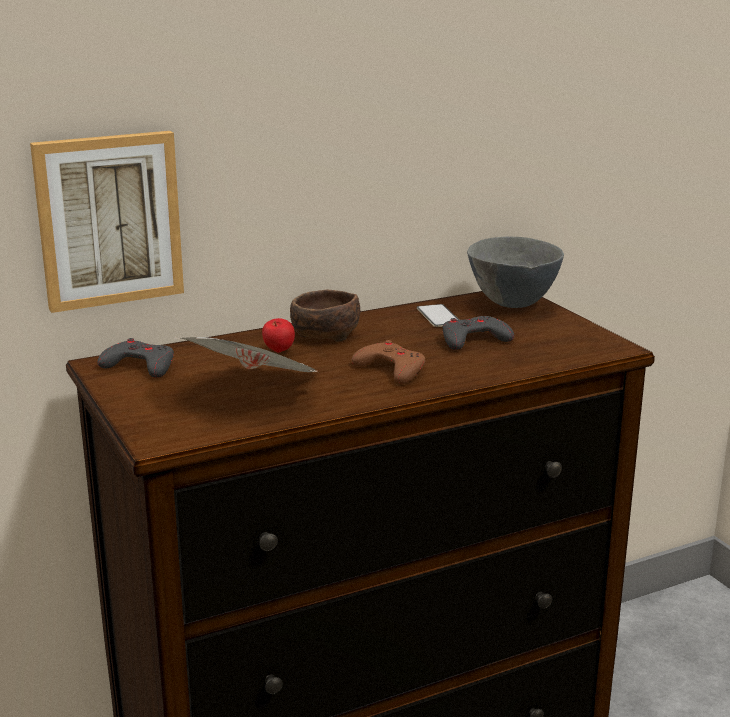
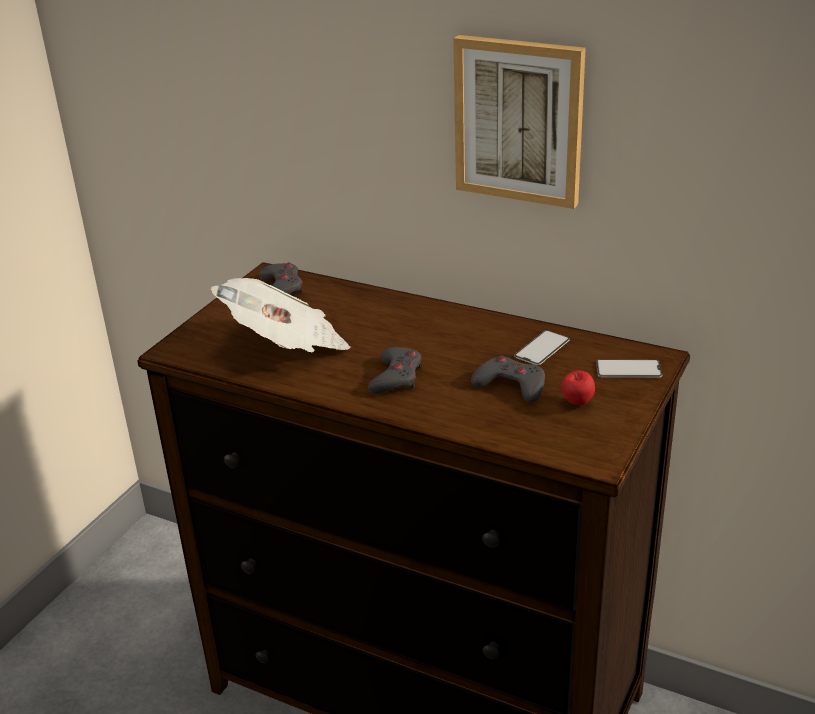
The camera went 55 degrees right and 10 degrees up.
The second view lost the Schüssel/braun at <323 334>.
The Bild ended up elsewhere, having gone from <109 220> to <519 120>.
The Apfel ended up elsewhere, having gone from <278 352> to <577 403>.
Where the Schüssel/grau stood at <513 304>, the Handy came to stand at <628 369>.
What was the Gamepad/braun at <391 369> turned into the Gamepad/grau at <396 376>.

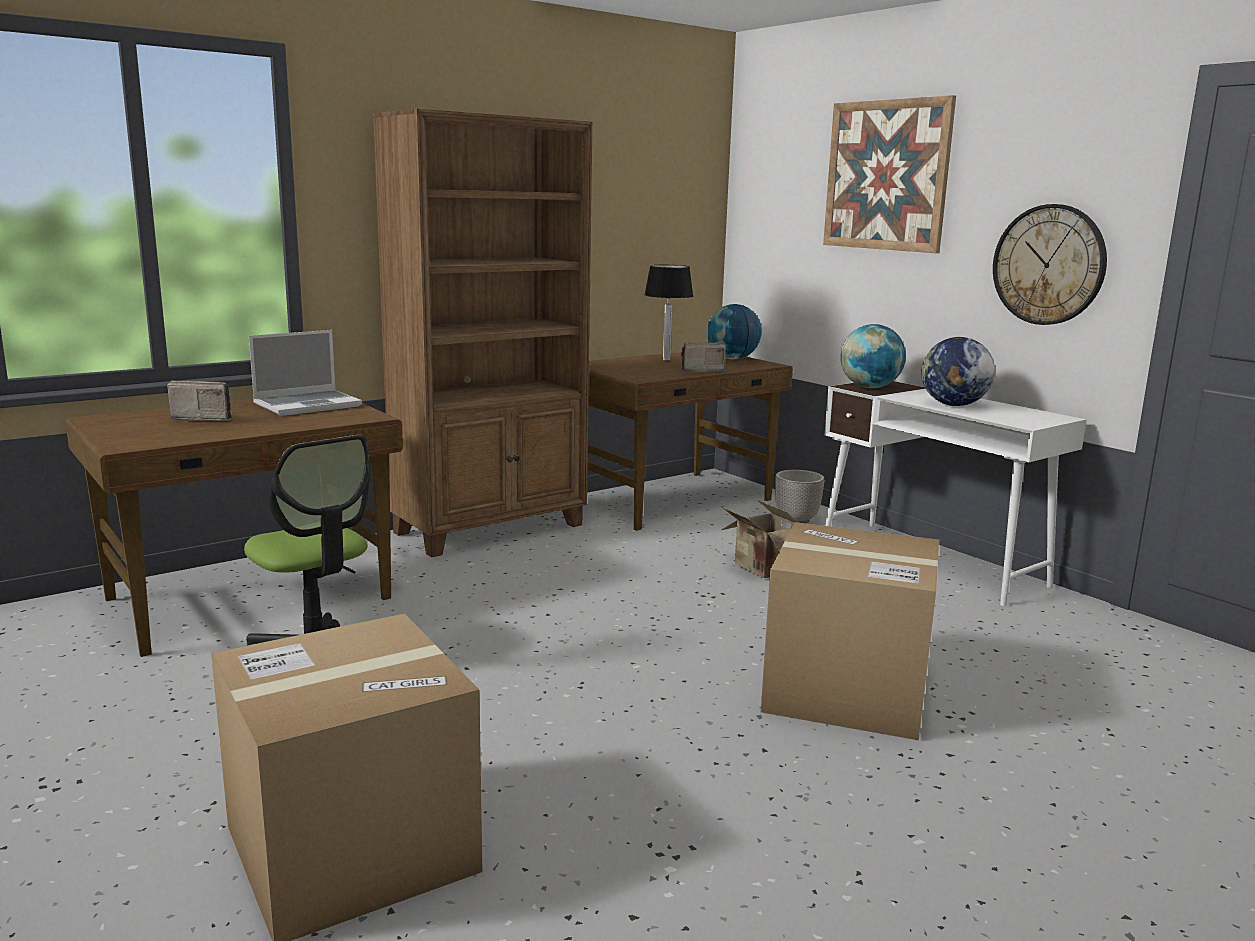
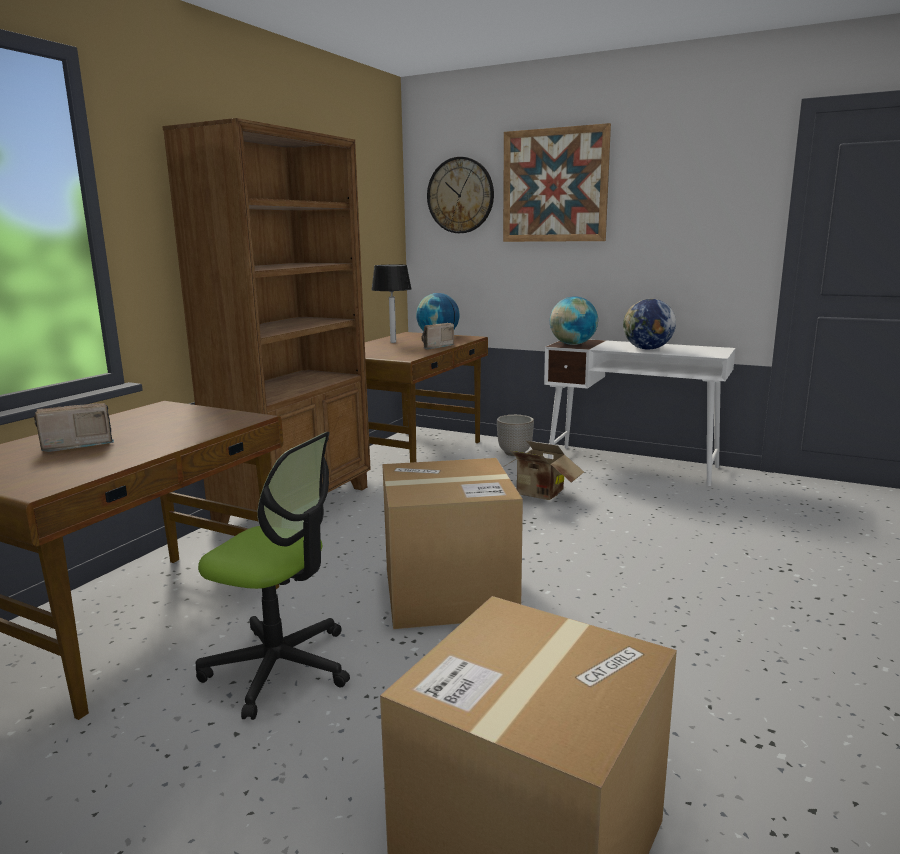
The camera went 25 degrees left and 0 degrees up.
The second view lost the Laptop at <308 405>.
The Karton ended up elsewhere, having gone from <846 690> to <449 592>.
The Wanduhr ended up elsewhere, having gone from <1049 265> to <460 195>.

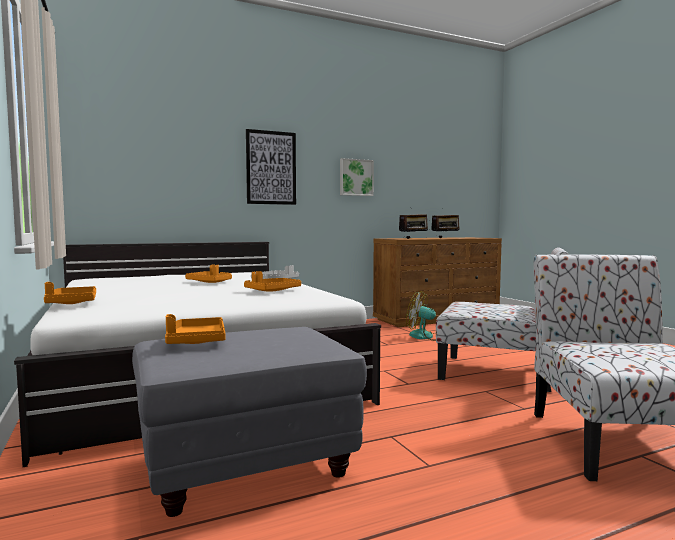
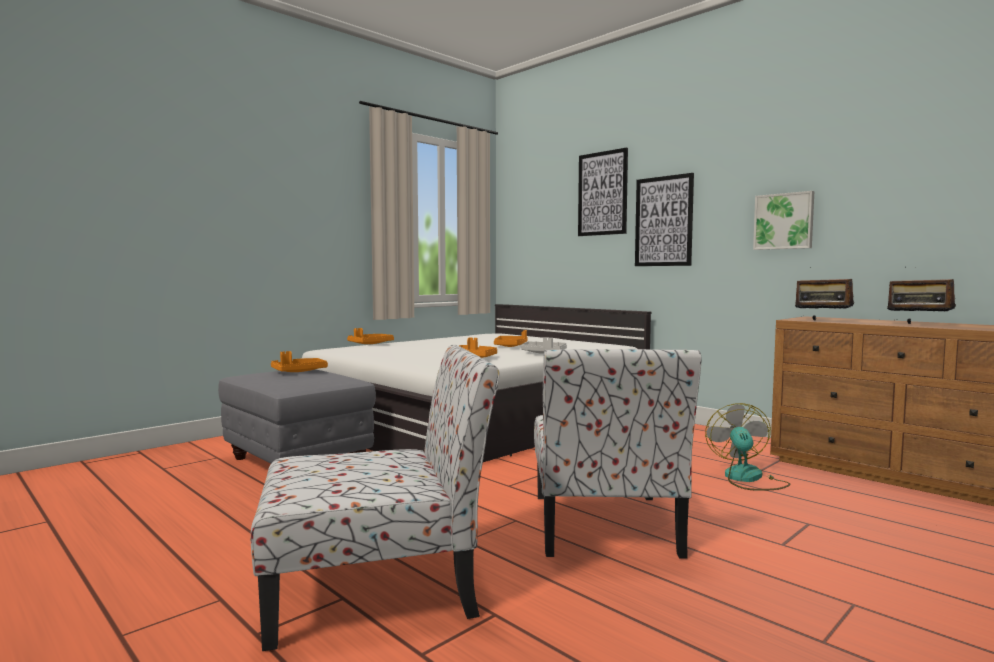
The camera went 70 degrees right and 0 degrees up.
The second view gained the Bild at <602 193>.

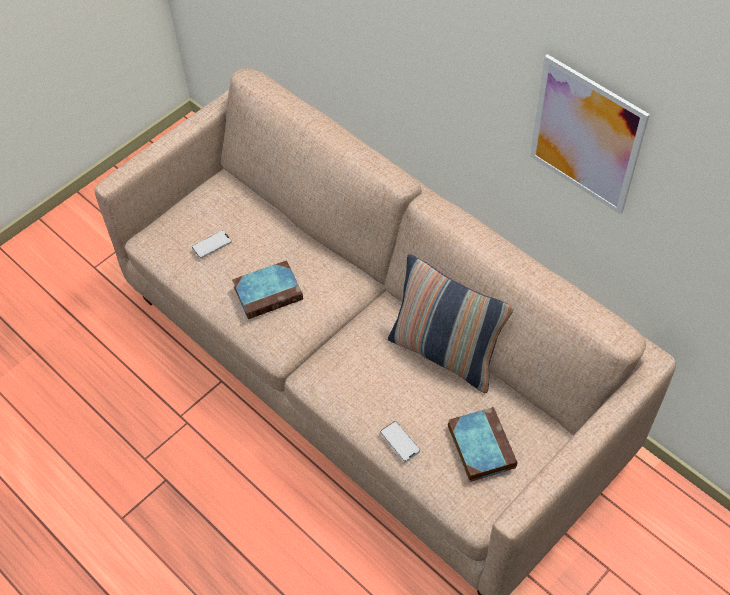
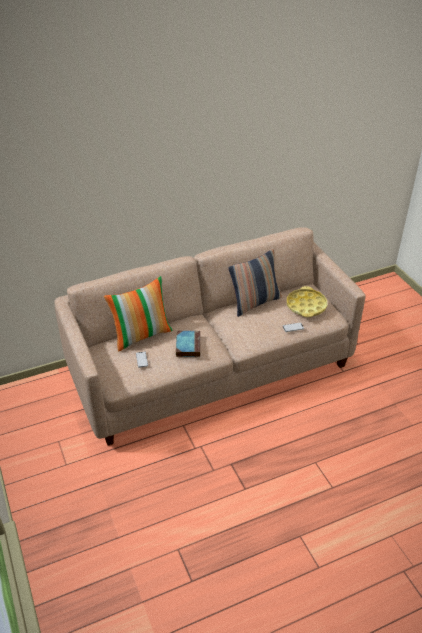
The camera went 70 degrees left and 15 degrees down.
The second view lost the Bild at <586 135>.
The second view gained the Kissen at <141 335>.
Where the Buch stood at <480 445>, the Tablett/gelb came to stand at <306 306>.

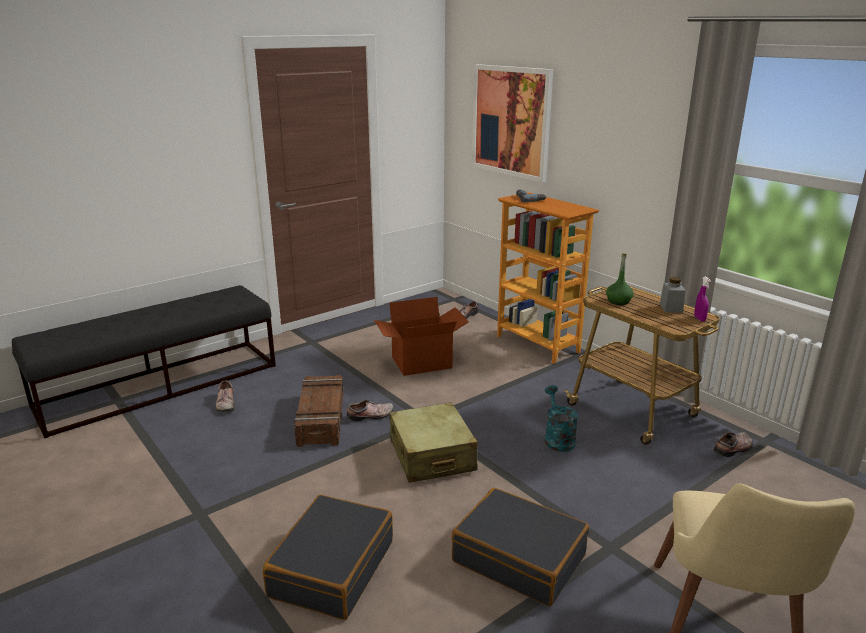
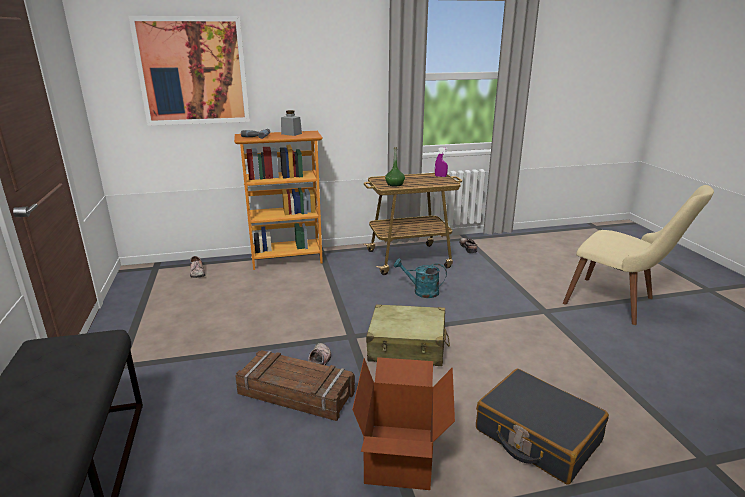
The camera went 65 degrees left and 0 degrees up.
The second view lost the Schuh at <225 403>.
The second view lost the Koffer/schwarz at <519 558>.
The Karton ended up elsewhere, having gone from <422 363> to <401 456>.
The Vorratsglas/grau ended up elsewhere, having gone from <671 308> to <291 134>.

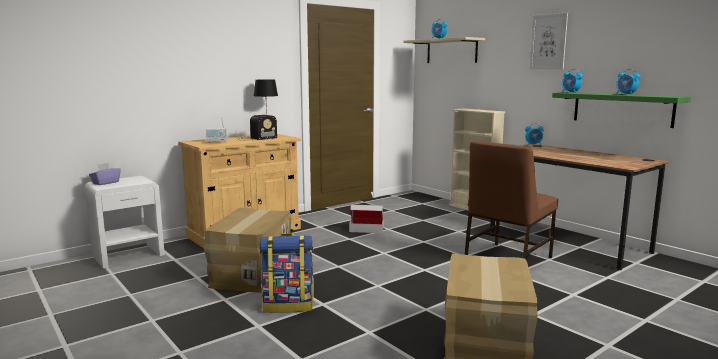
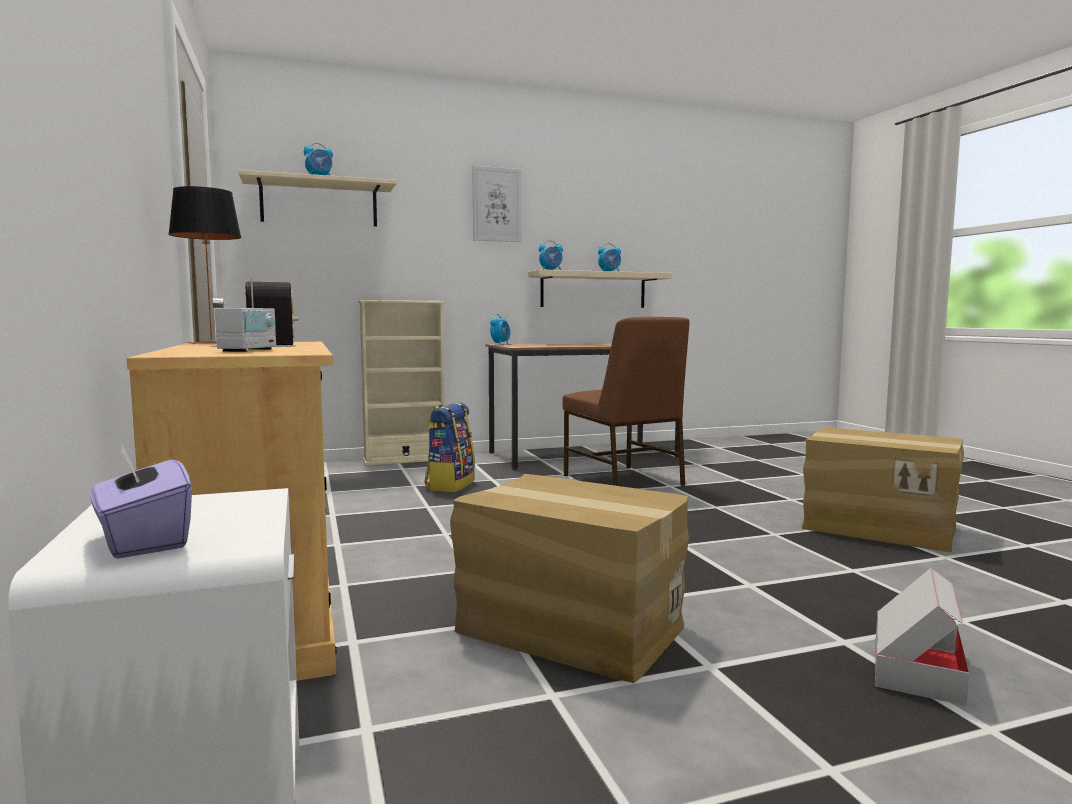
The camera went 70 degrees left and 5 degrees down.
The Rucksack ended up elsewhere, having gone from <288 305> to <450 485>.
The Karton ended up elsewhere, having gone from <367 229> to <916 668>.
What was the Wandregal/grün at <622 109> turned into the Wandregal/beige at <593 290>.

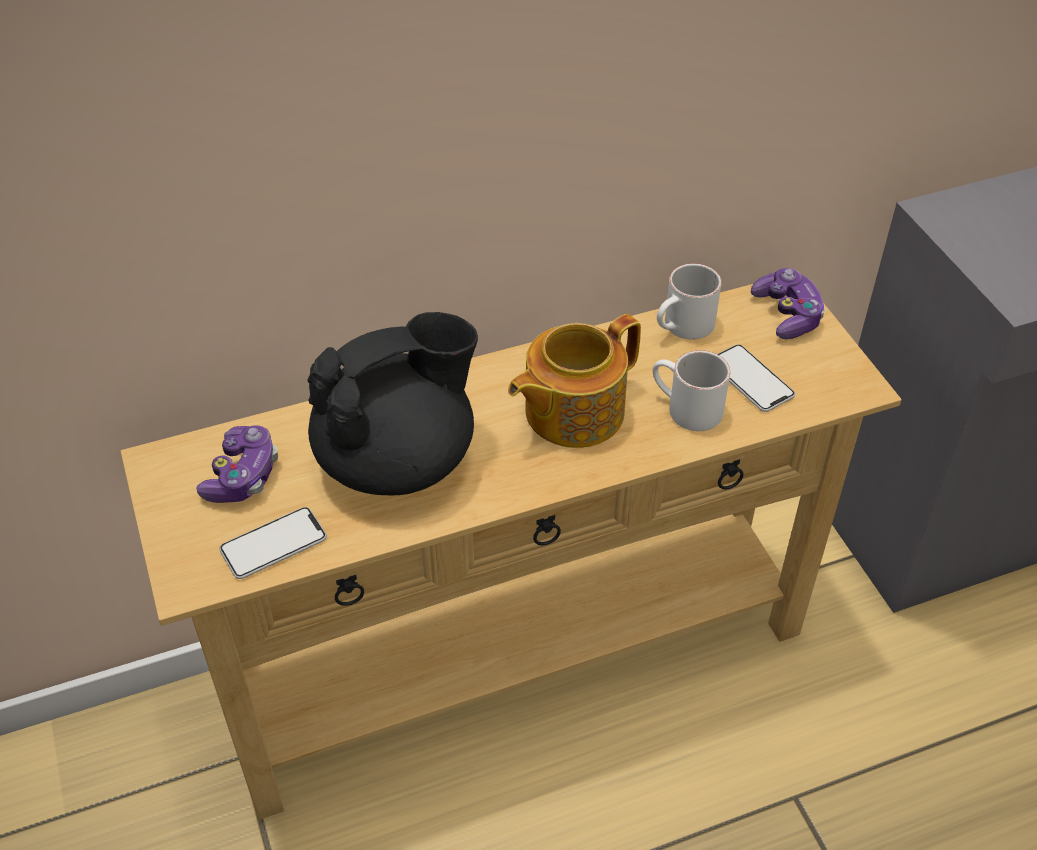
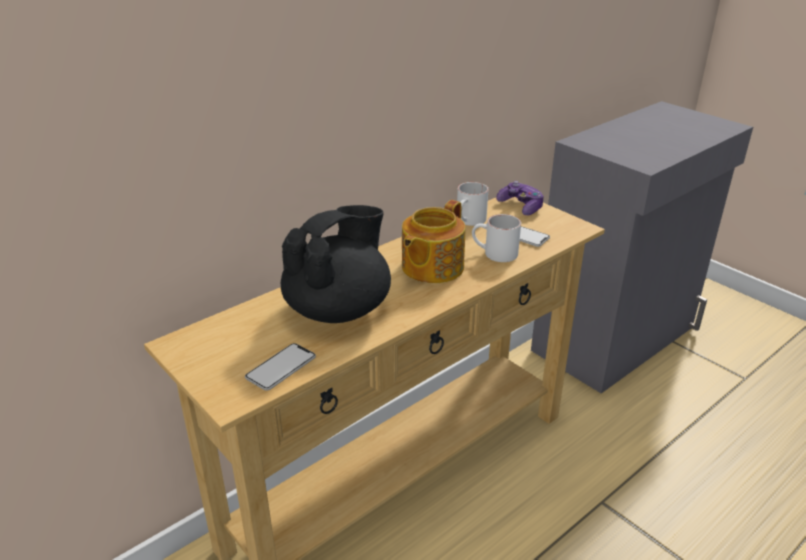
The camera went 20 degrees left and 15 degrees down.
The second view lost the Gamepad at <242 476>.

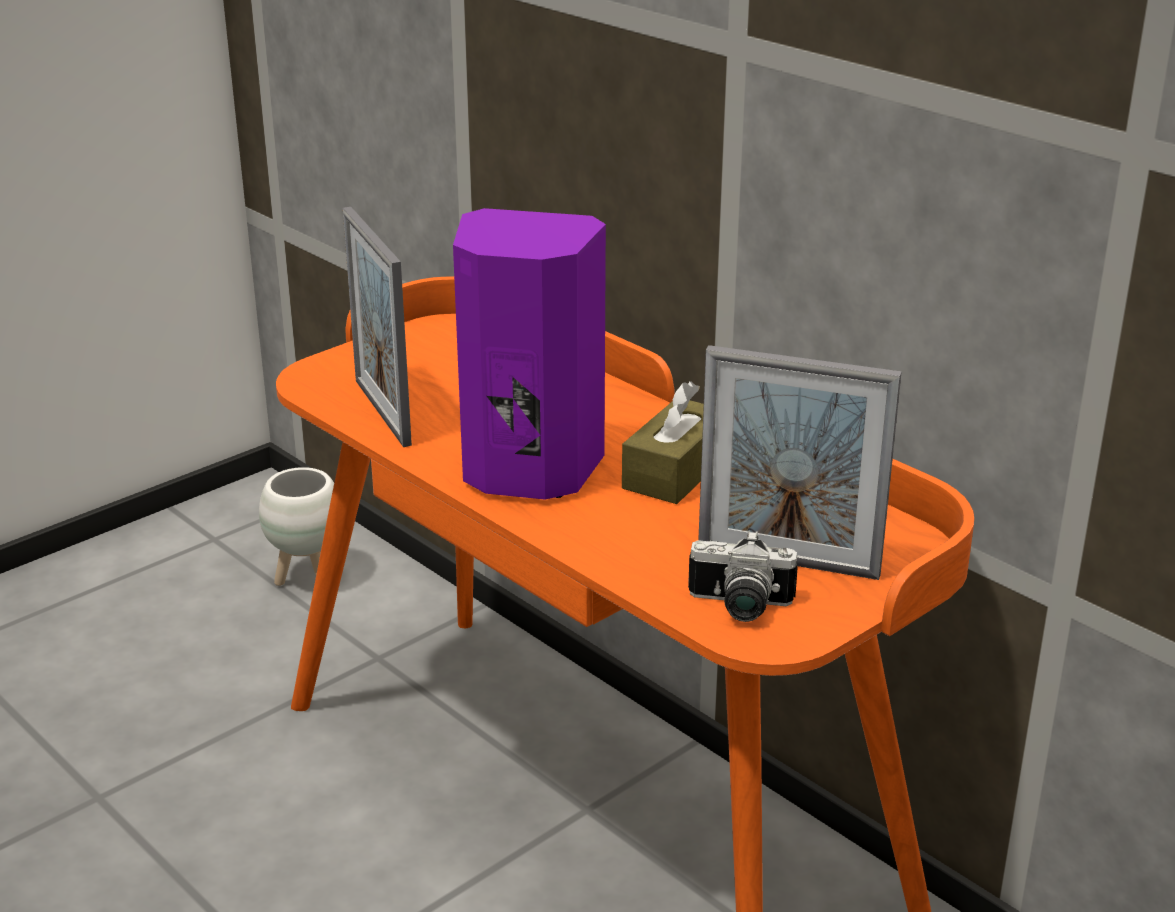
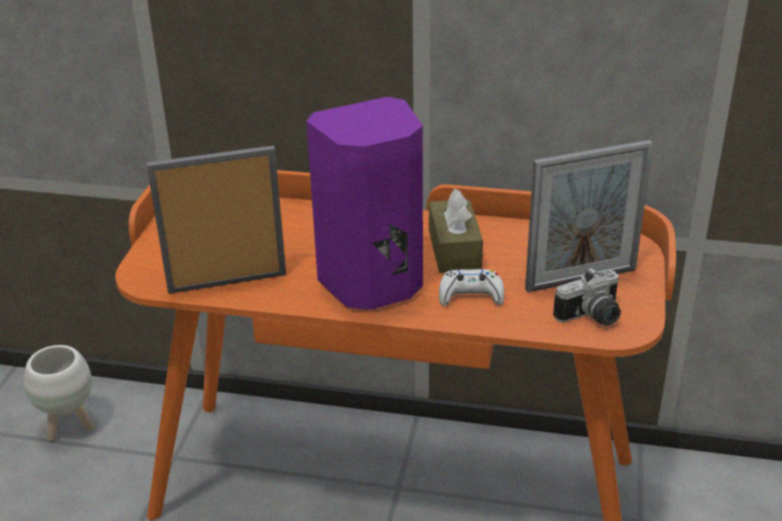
The camera went 35 degrees left and 5 degrees up.
The second view gained the Gamepad/weiß at <470 295>.
The Bilderrahmen at <382 412> ended up facing another way, 135 degrees clockwise from before.

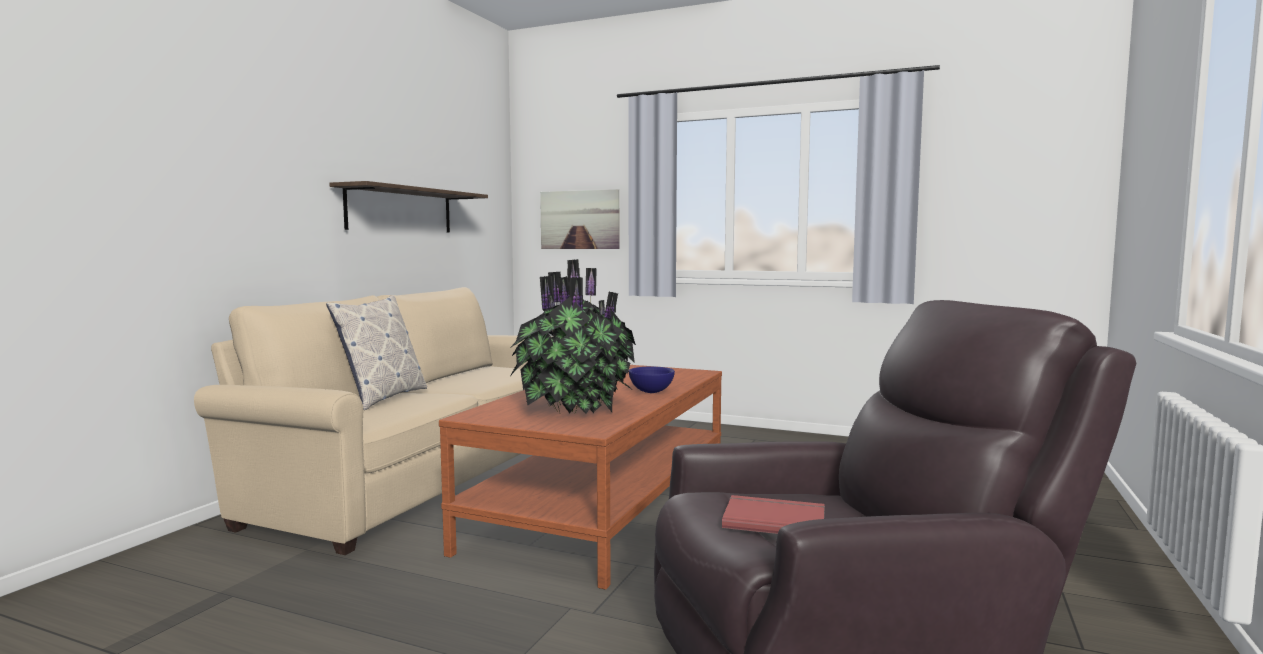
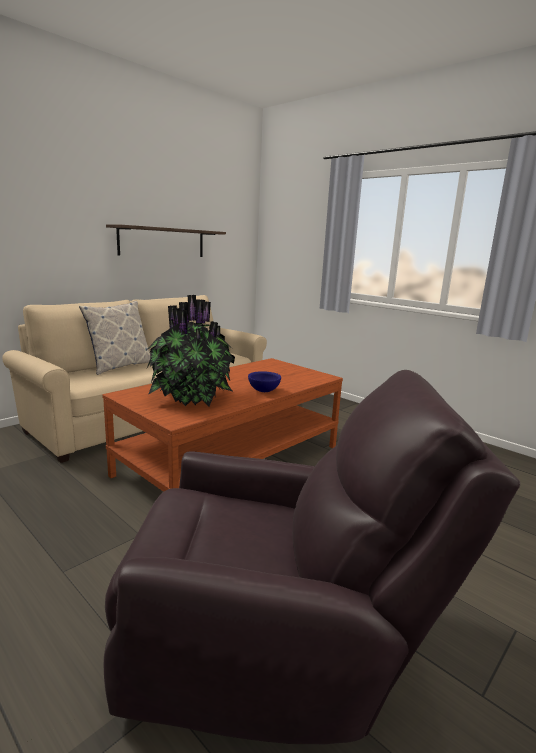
The camera went 20 degrees right and 10 degrees up.
The second view lost the Bild at <579 219>.
The second view lost the Buch/rot at <774 519>.

